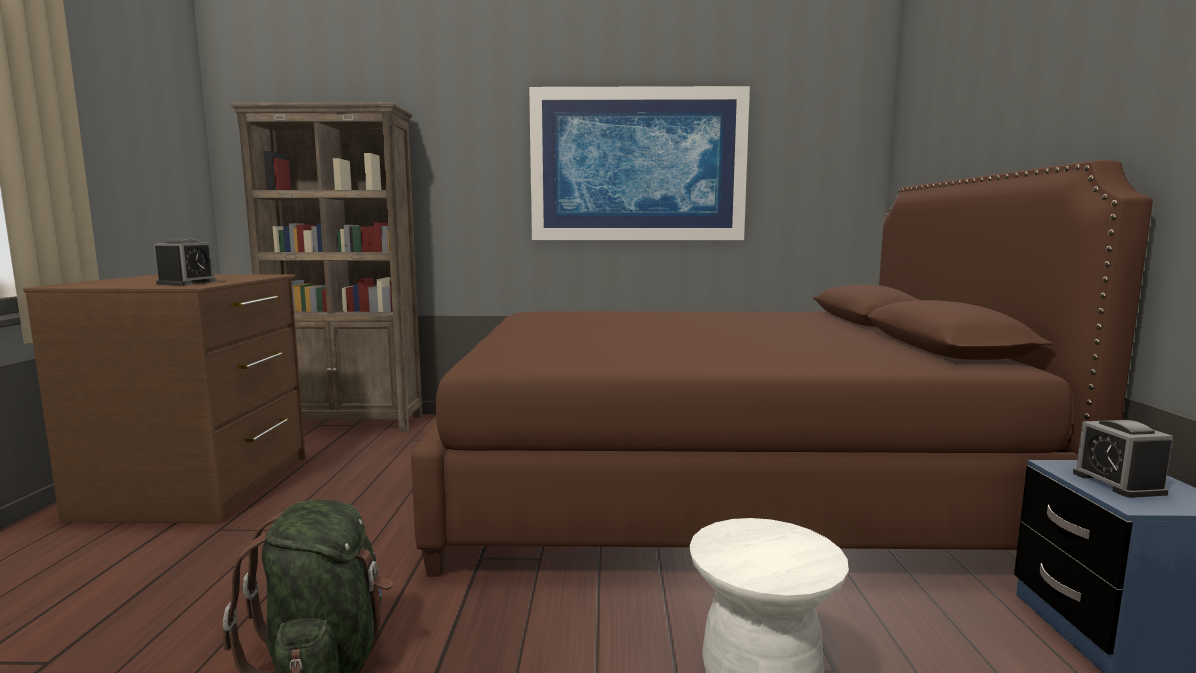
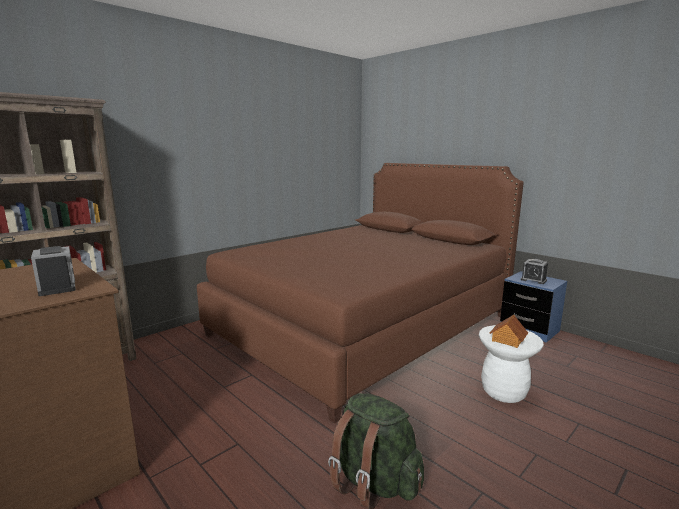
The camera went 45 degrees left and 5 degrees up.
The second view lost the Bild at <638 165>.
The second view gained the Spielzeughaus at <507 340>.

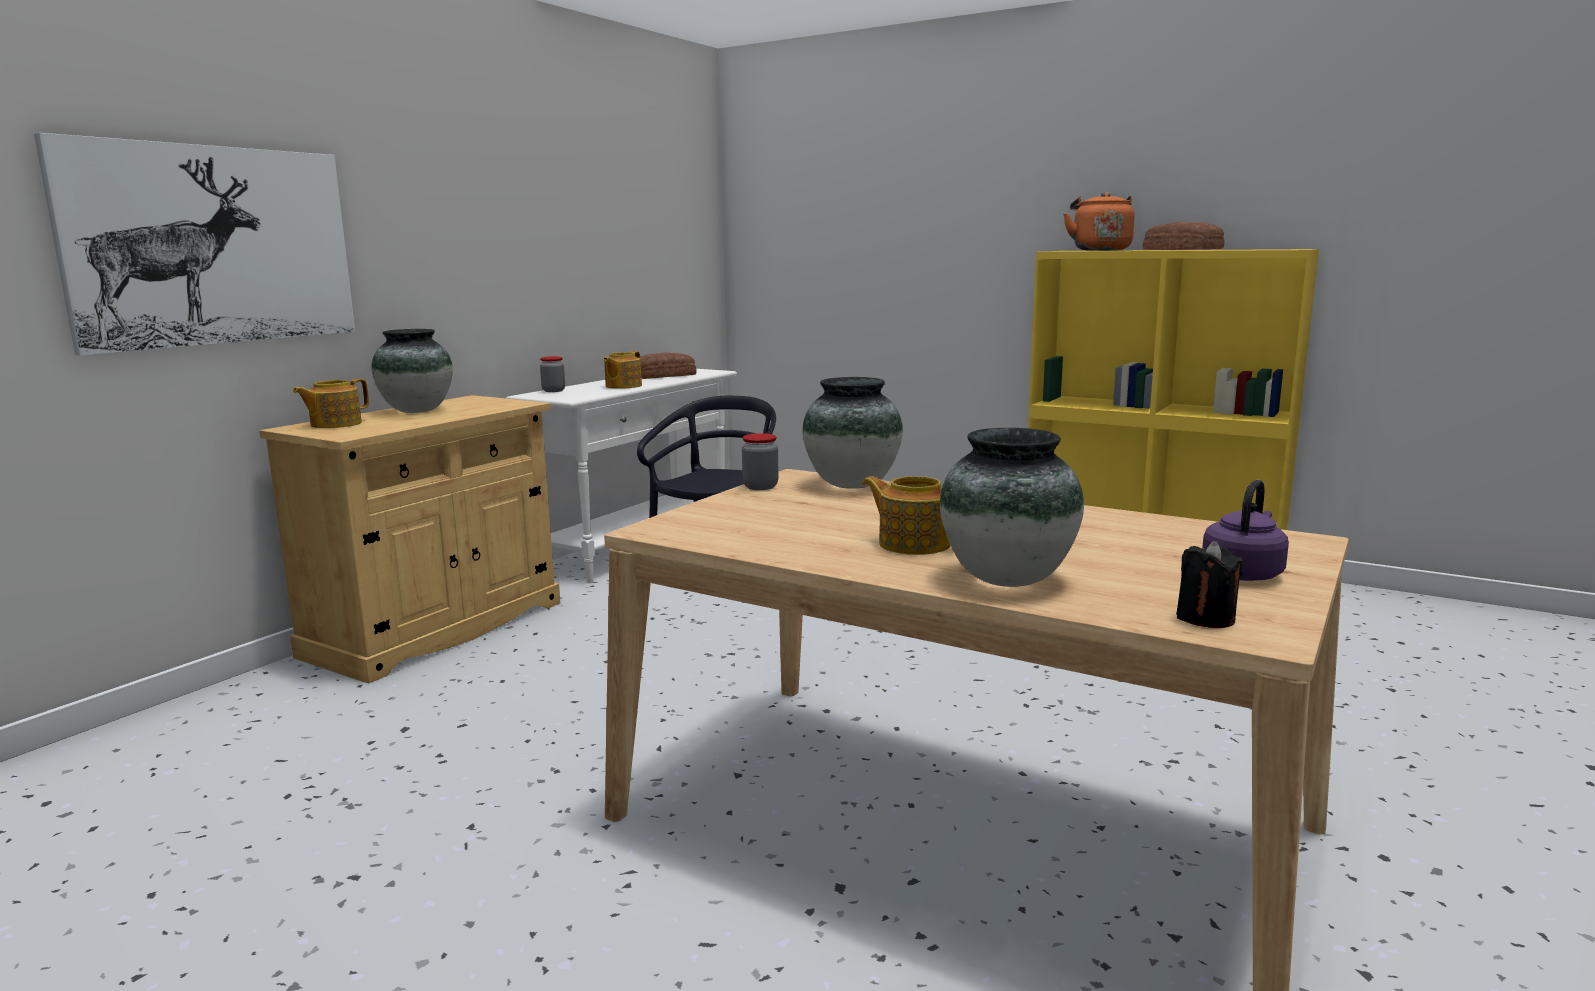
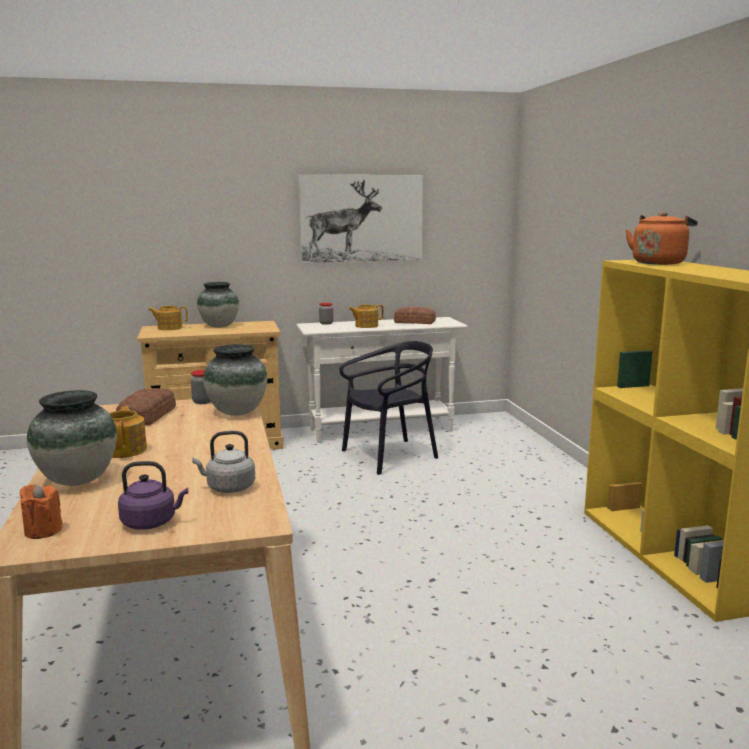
The camera went 45 degrees right and 0 degrees up.
The second view gained the Wasserkessel/grau at <228 488>.
The Bild ended up elsewhere, having gone from <213 246> to <361 218>.
The Brot ended up elsewhere, having gone from <1182 249> to <149 415>.
What was the Kerze/schwarz at <1205 618> turned into the Kerze/orange at <43 531>.

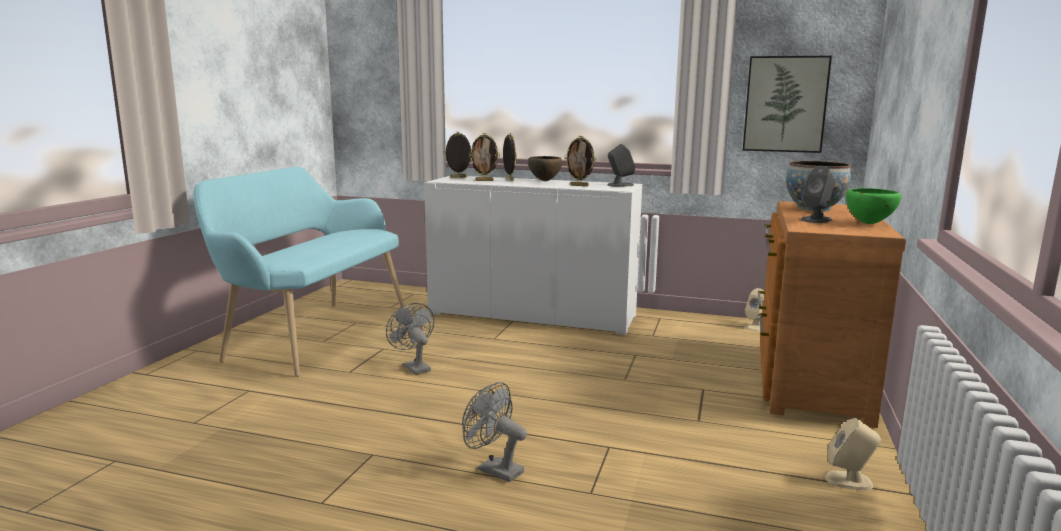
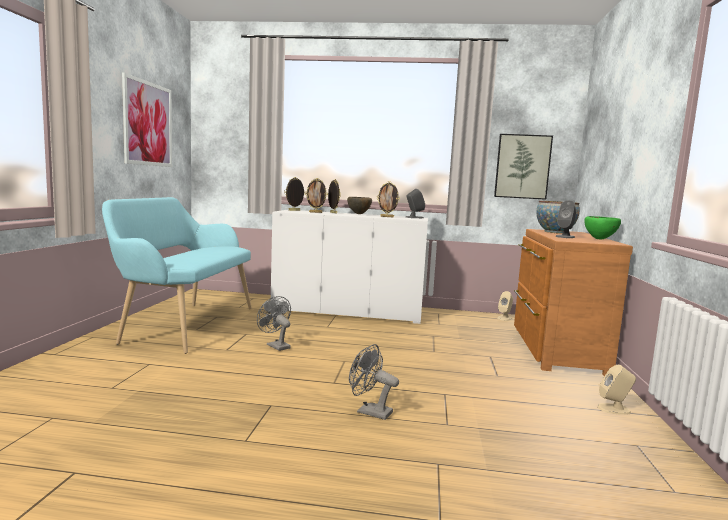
The camera went 10 degrees left and 5 degrees down.
The second view gained the Bild at <148 124>.

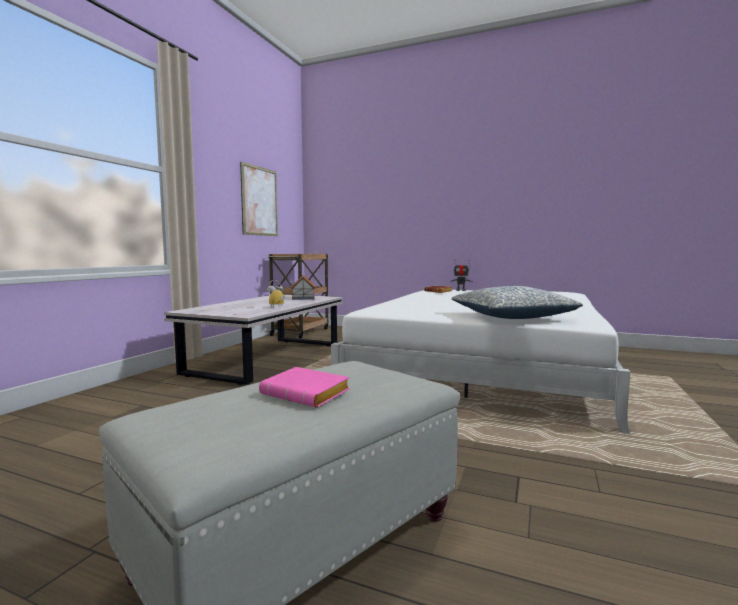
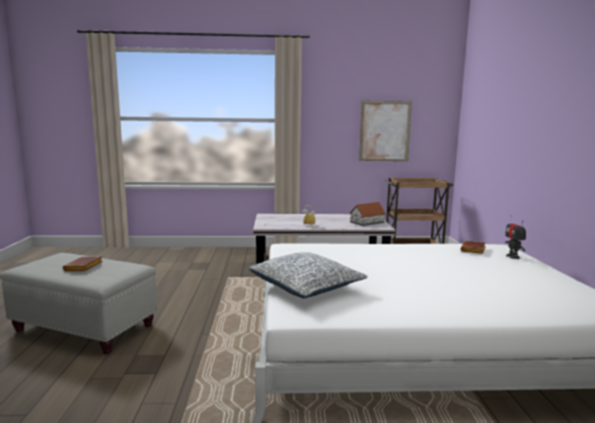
The camera went 65 degrees right and 5 degrees up.
What was the Buch/rosa at <308 394> turned into the Buch/braun at <84 267>.

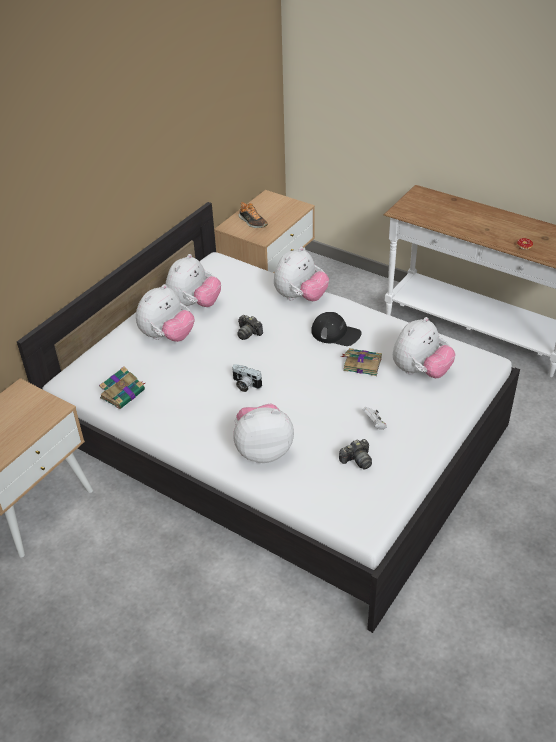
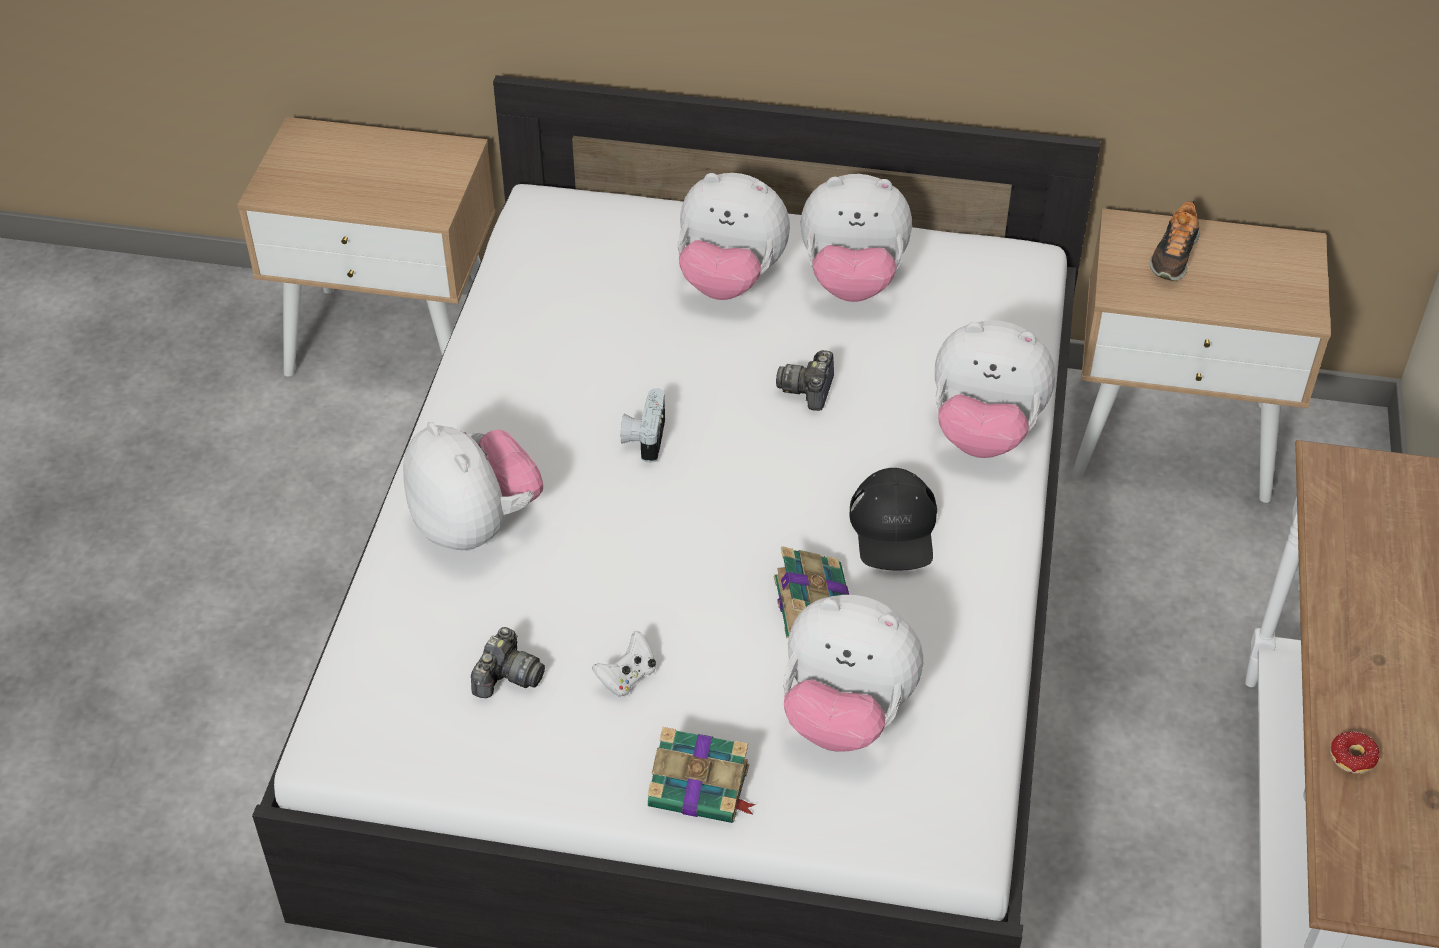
The camera went 65 degrees right and 5 degrees up.
The Buch ended up elsewhere, having gone from <123 393> to <701 787>.
The Kamera at <357 460> ended up facing another way, 105 degrees counterclockwise from before.

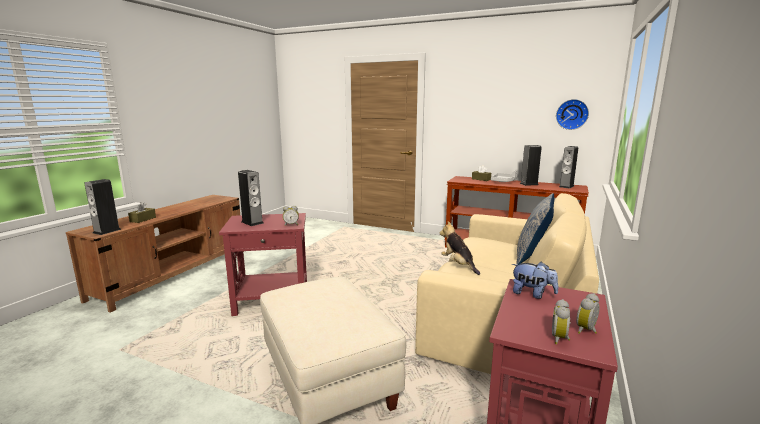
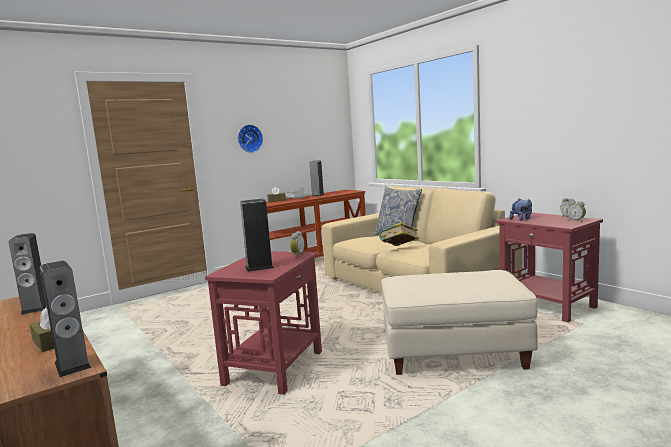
The camera went 60 degrees left and 5 degrees down.
The Wanduhr ended up elsewhere, having gone from <572 114> to <249 138>.
The Lautsprecher ended up elsewhere, having gone from <566 186> to <35 308>.
Where the Plüschtier stood at <458 265>, the Buch came to stand at <399 249>.

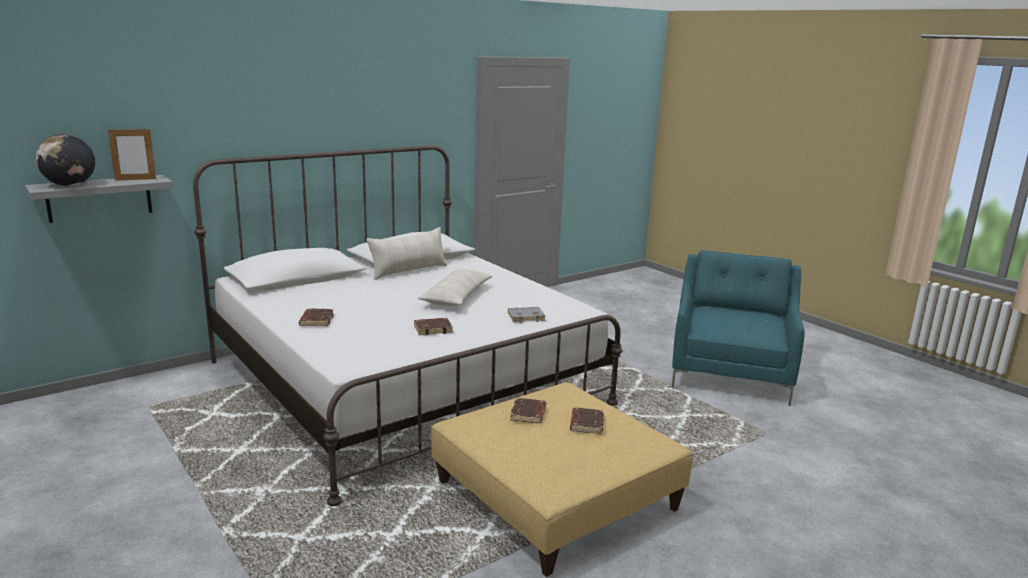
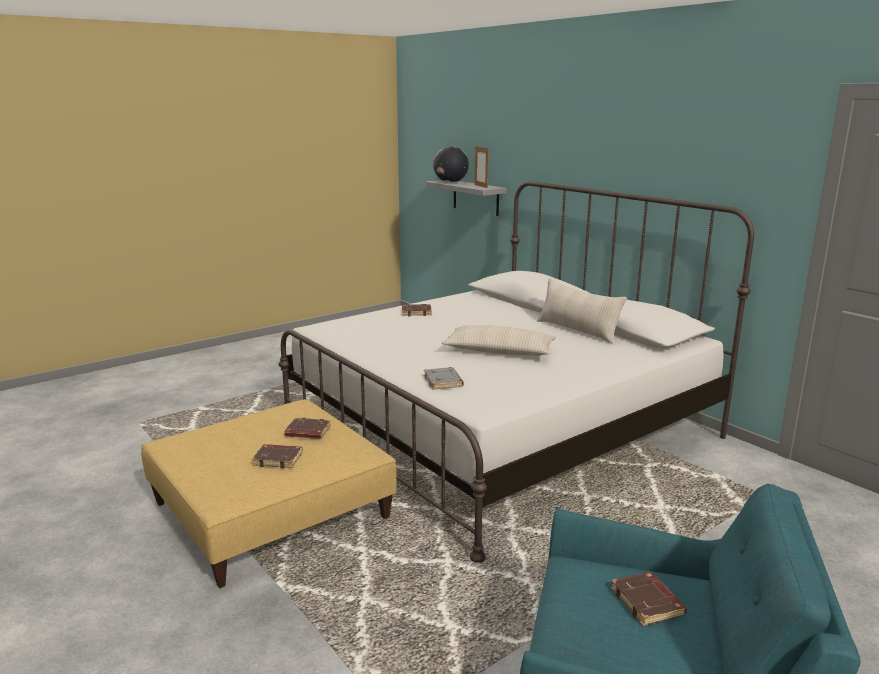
The camera went 90 degrees right and 0 degrees up.
The Buch/braun ended up elsewhere, having gone from <433 329> to <648 603>.

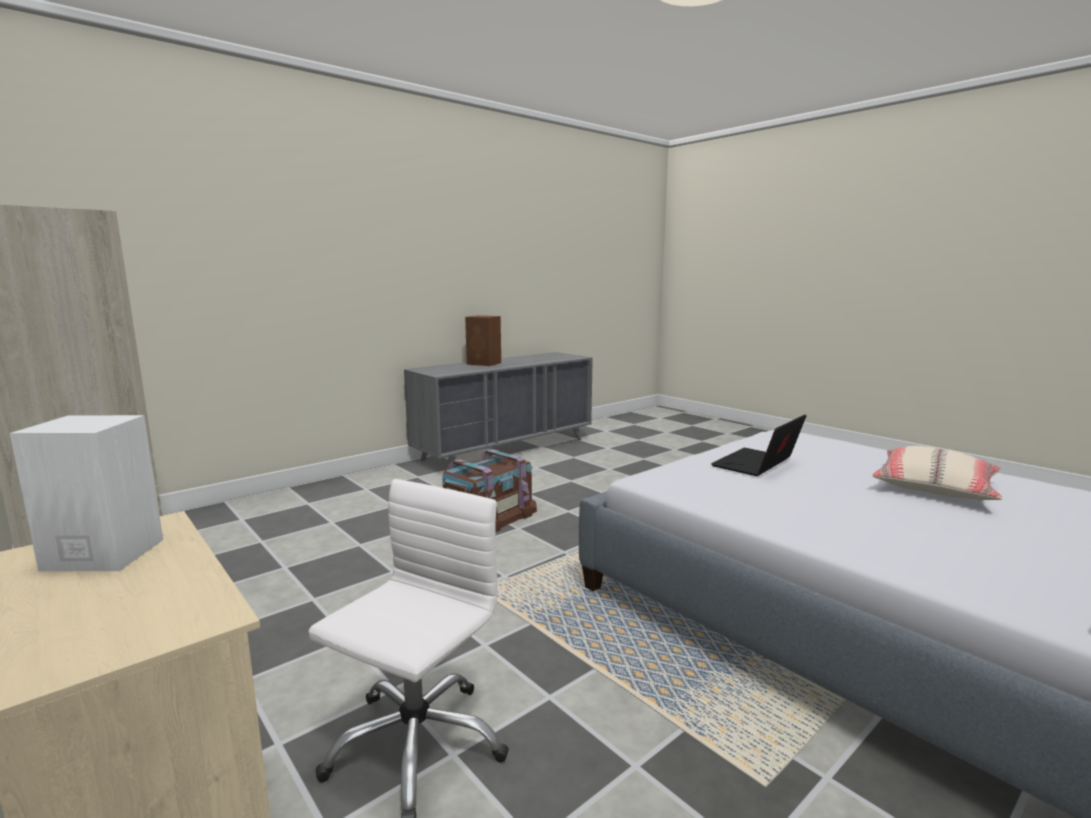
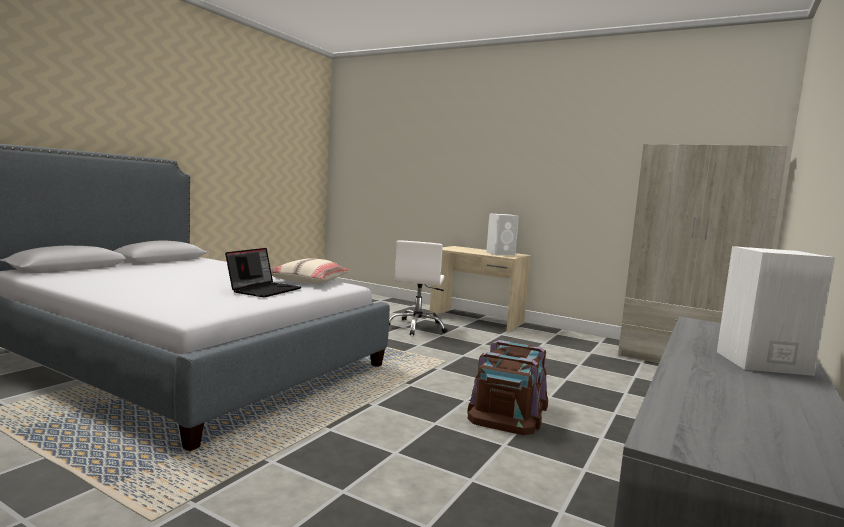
The camera went 160 degrees right and 5 degrees down.
The Kissen/beige ended up elsewhere, having gone from <935 487> to <308 281>.
What was the Lautsprecher/braun at <484 363> turned into the Lautsprecher/weiß at <760 363>.

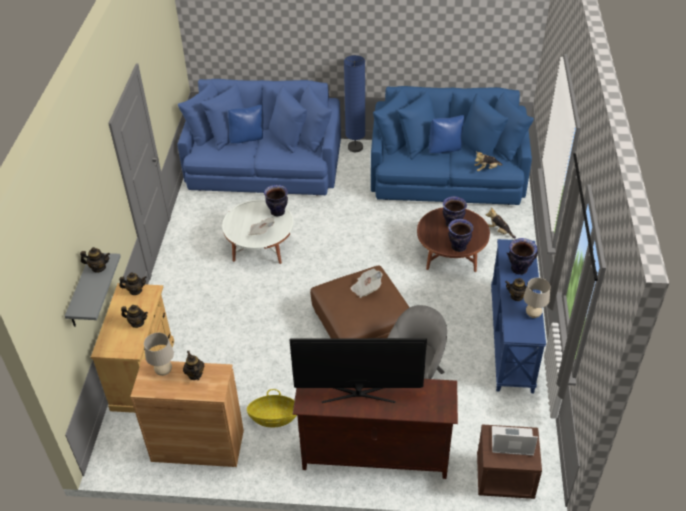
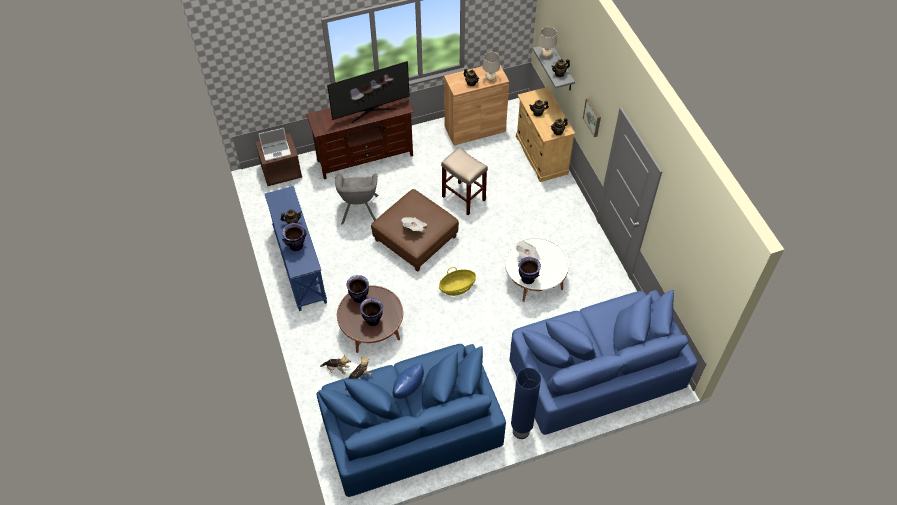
The camera went 155 degrees right and 10 degrees up.
The second view lost the Kissen/blau at <247 139>.
The second view gained the Hocker/beige at <464 198>.
The second view gained the Bild at <593 117>.
The Korb ended up elsewhere, having gone from <274 417> to <457 287>.
The Tischlampe/beige ended up elsewhere, having gone from <533 314> to <546 55>.

